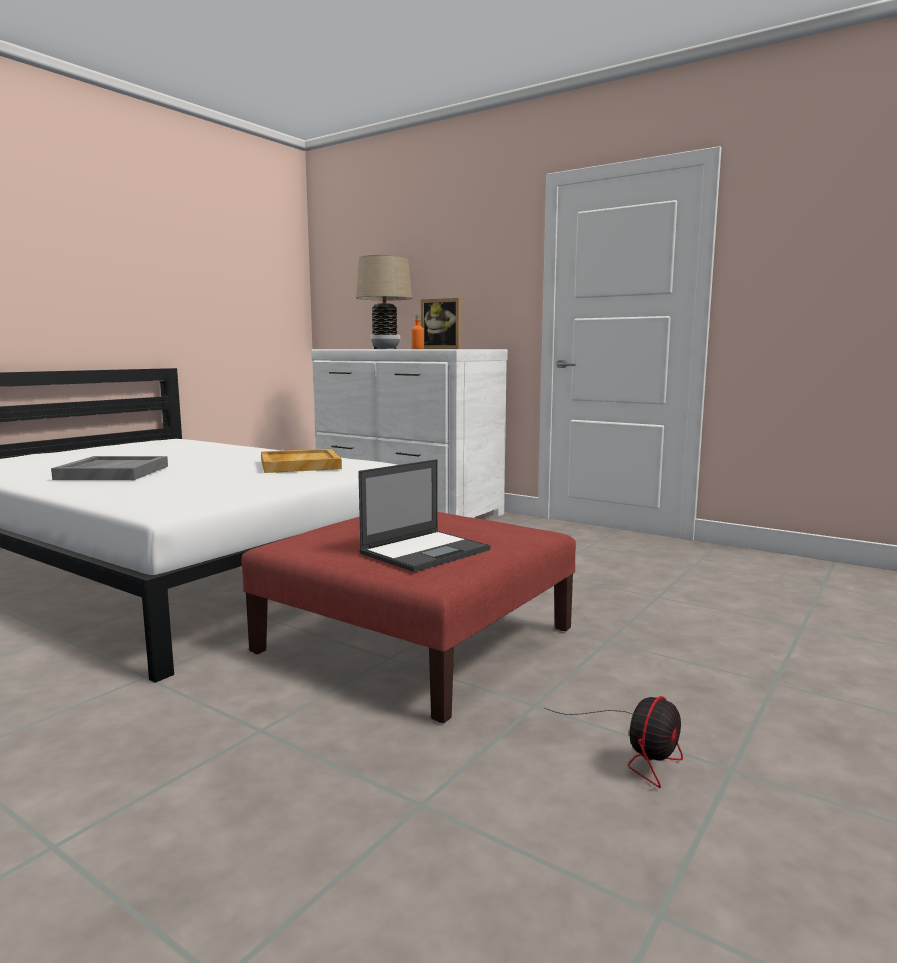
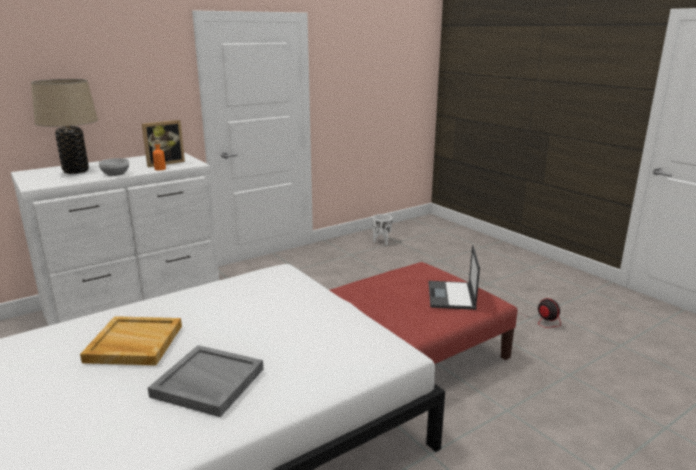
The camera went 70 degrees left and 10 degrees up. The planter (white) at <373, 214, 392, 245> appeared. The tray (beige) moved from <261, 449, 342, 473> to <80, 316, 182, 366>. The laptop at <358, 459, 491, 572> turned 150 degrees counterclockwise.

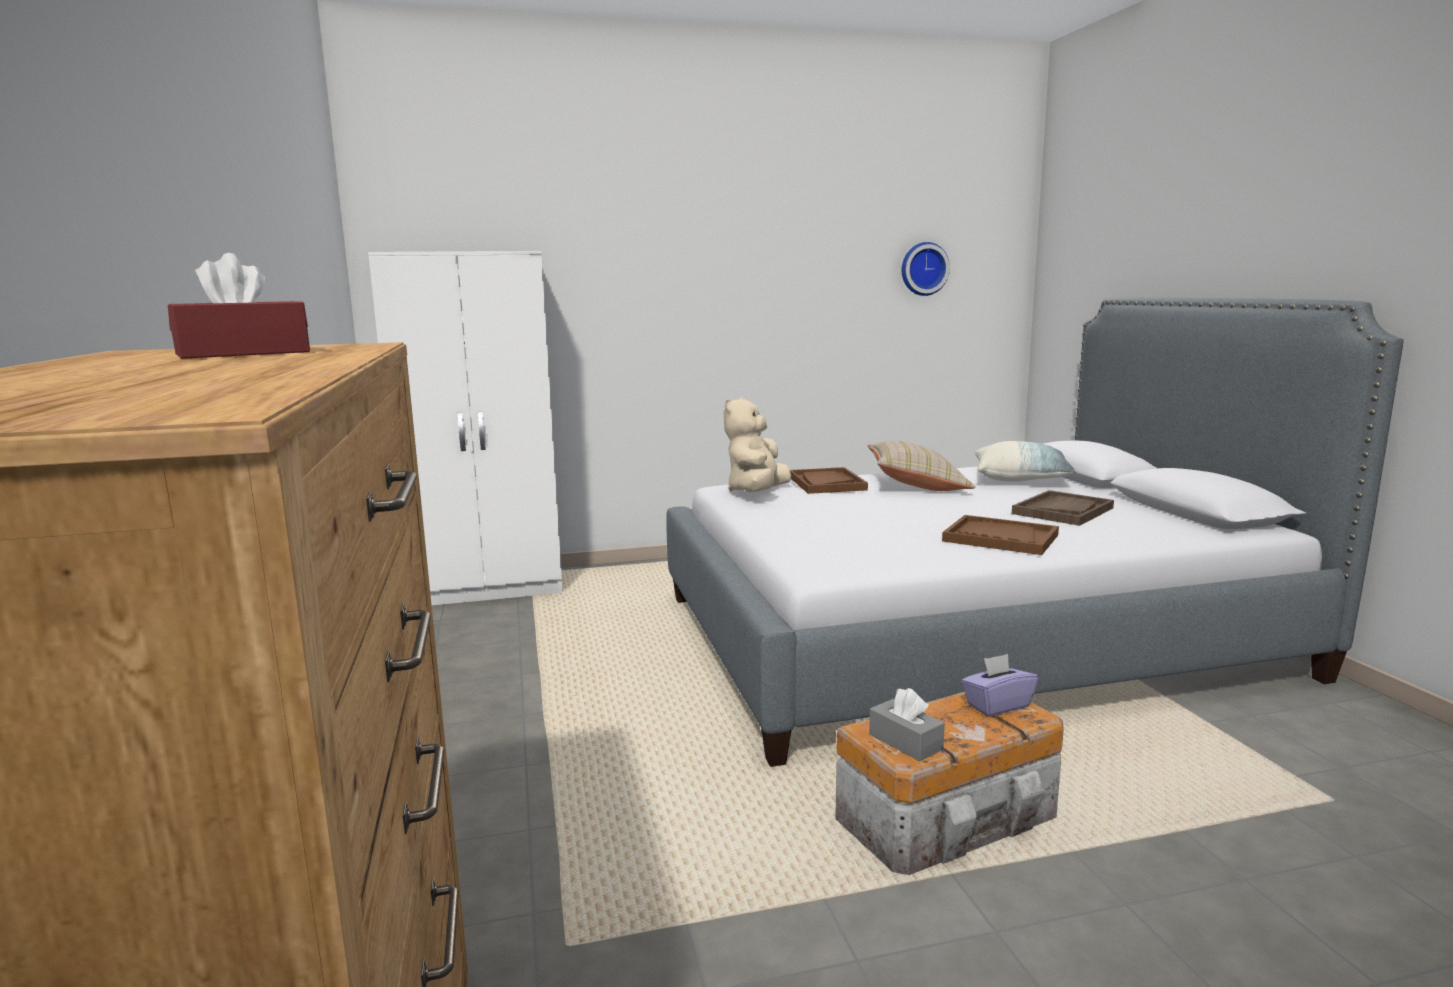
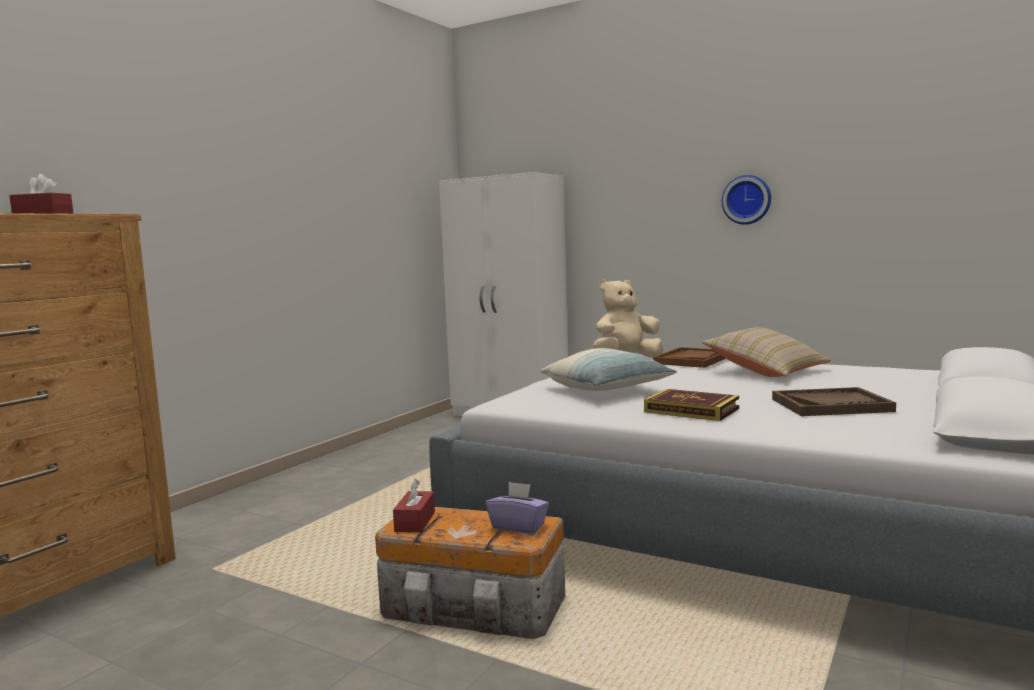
The camera went 45 degrees right and 5 degrees down. The wall clock moved from <902, 242, 950, 296> to <722, 175, 771, 225>. The pillow moved from <975, 441, 1076, 481> to <540, 348, 677, 391>. The tray (brown) at <942, 515, 1059, 555> was replaced by the book at <644, 389, 739, 421>. The tissue box (grey) at <869, 688, 945, 761> became the tissue box (red) at <393, 479, 435, 532>.

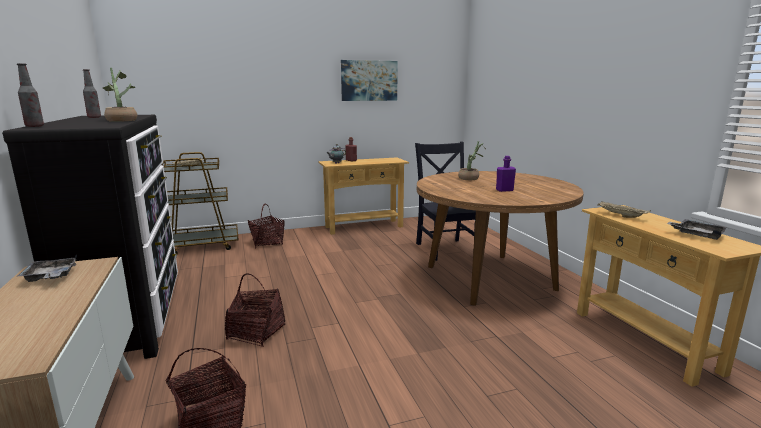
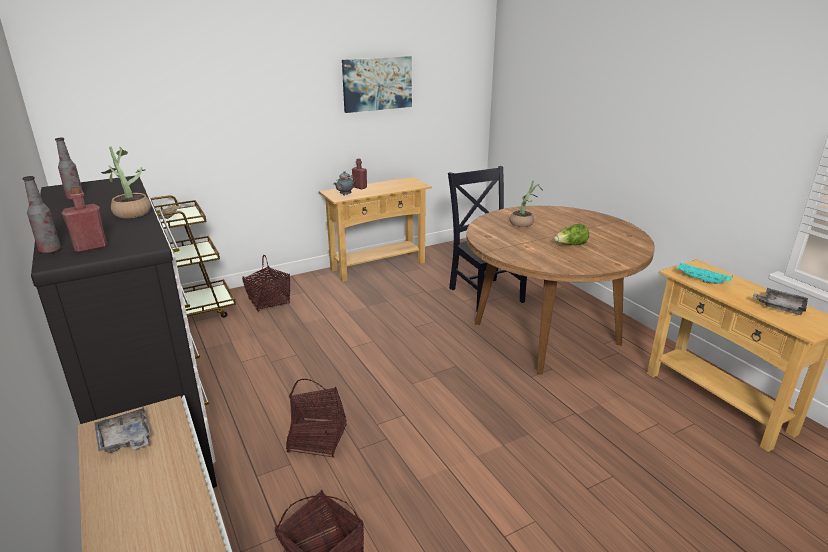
The camera went 10 degrees left and 10 degrees up. The bottle (red) at <62, 186, 107, 253> appeared. The bottle (purple) at <496, 156, 516, 192> was replaced by the lettuce at <554, 224, 589, 245>. The tray (beige) at <598, 202, 651, 218> became the tray (turquoise) at <677, 262, 733, 284>.

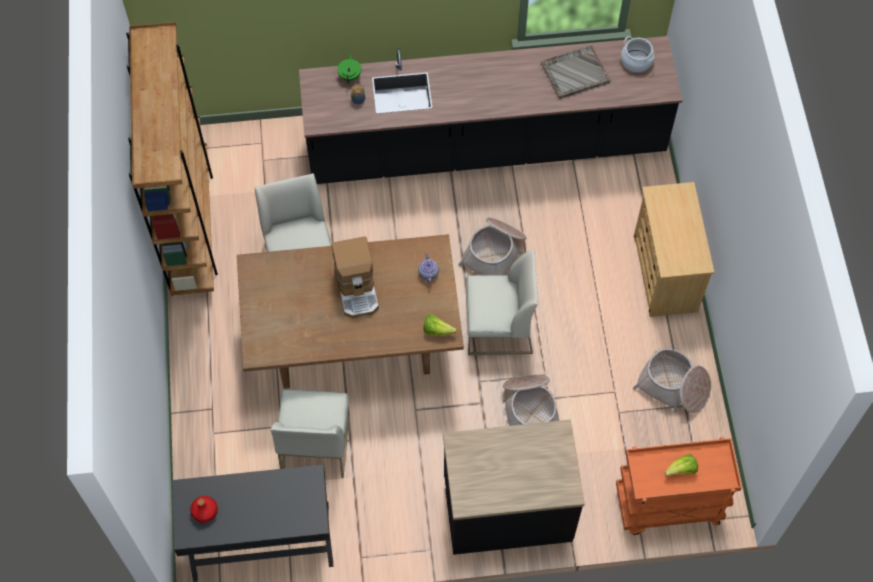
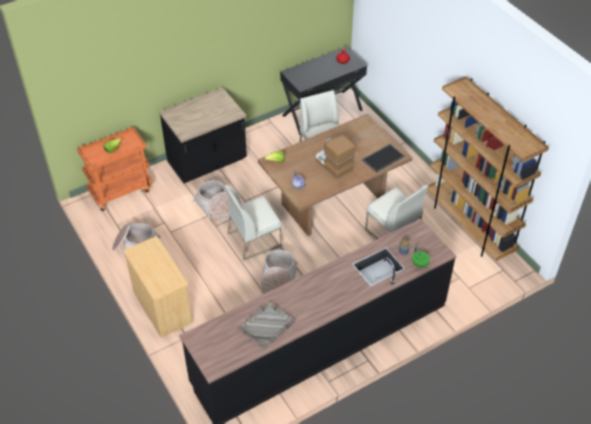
The camera went 155 degrees right and 15 degrees down. The cooking pot at <621, 36, 654, 72> disappeared. The tray at <362, 144, 405, 173> appeared.

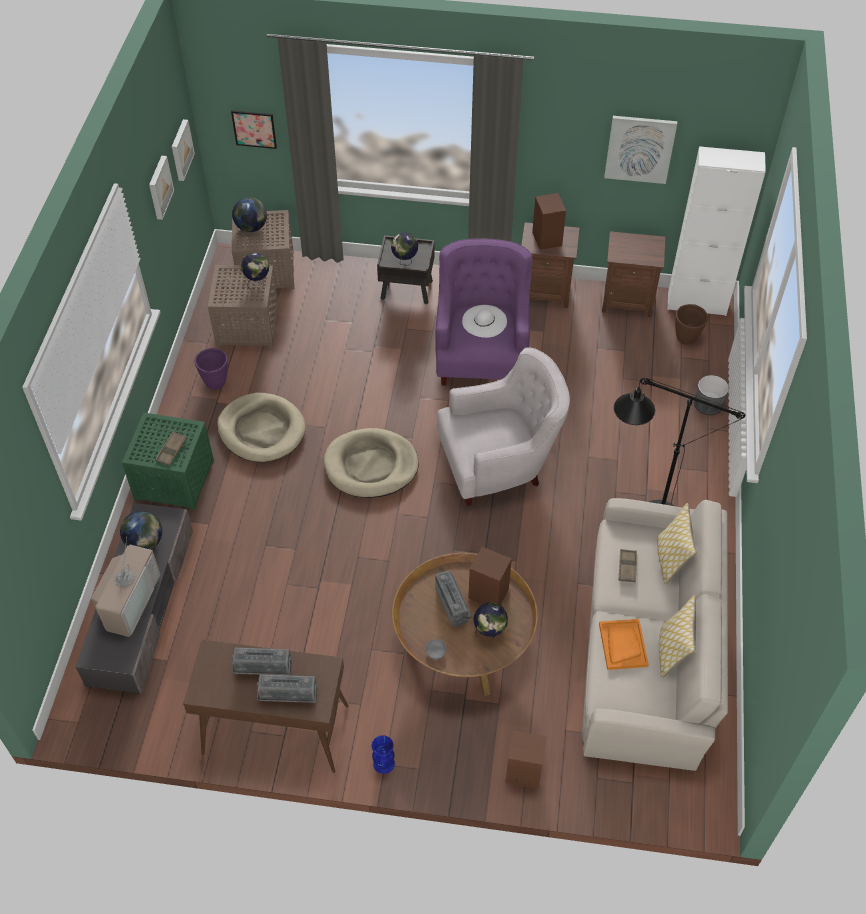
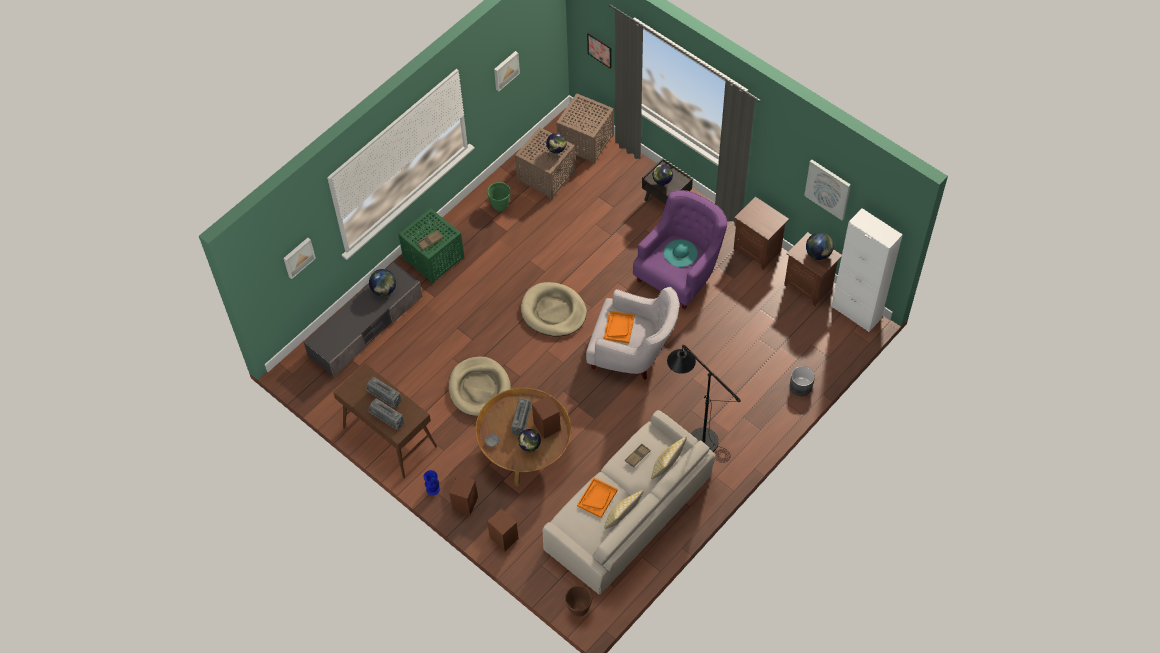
The camera went 35 degrees right and 5 degrees up. The television at <91, 536, 160, 637> disappeared. The tray (orange) at <604, 311, 635, 343> appeared. The picture moved from <172, 119, 195, 181> to <283, 238, 316, 279>. The dog bed (beige) moved from <217, 393, 306, 462> to <449, 356, 511, 416>. The globe moved from <232, 197, 267, 232> to <806, 232, 834, 260>. The speaker (brown) moved from <532, 193, 566, 250> to <449, 475, 478, 515>. The planter (brown) moved from <675, 304, 708, 345> to <565, 585, 592, 616>. The planter (purple) at <195, 348, 228, 390> became the planter (green) at <487, 182, 511, 211>. The hat (white) at <462, 305, 507, 338> became the hat (turquoise) at <664, 239, 698, 267>.

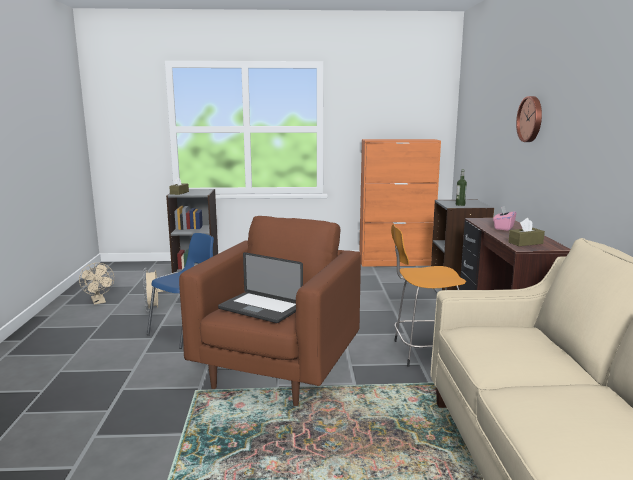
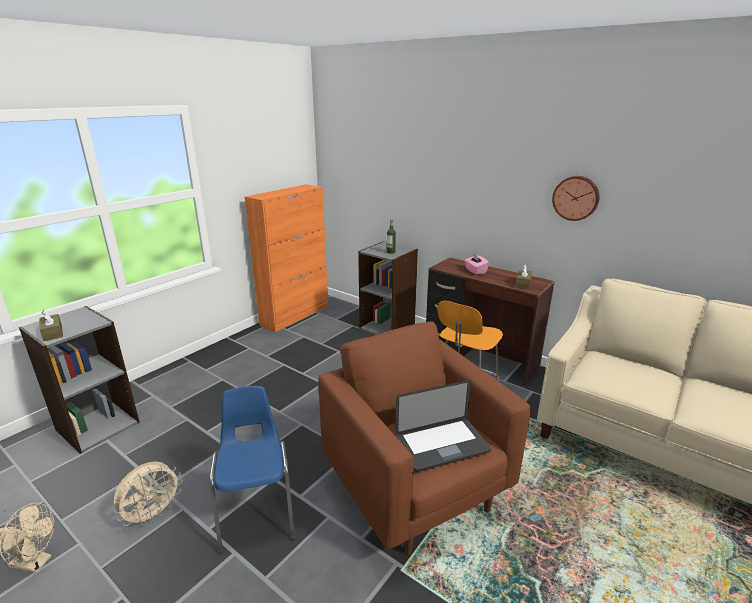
The camera went 50 degrees left and 10 degrees up. The wall clock moved from <516, 96, 542, 142> to <552, 176, 600, 221>. The fan (beige) at <143, 268, 164, 311> turned 75 degrees counterclockwise.

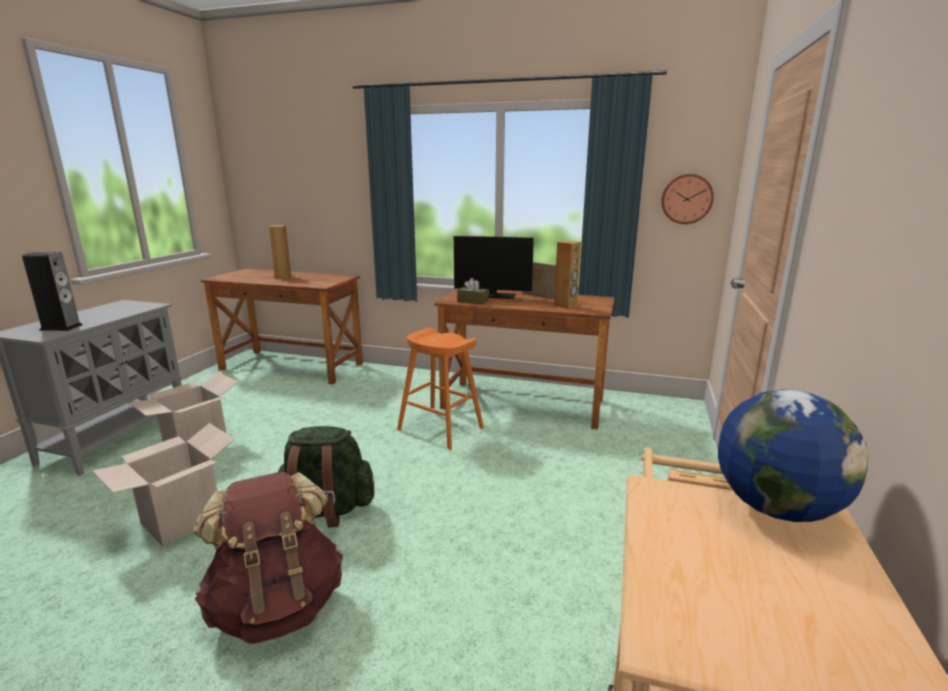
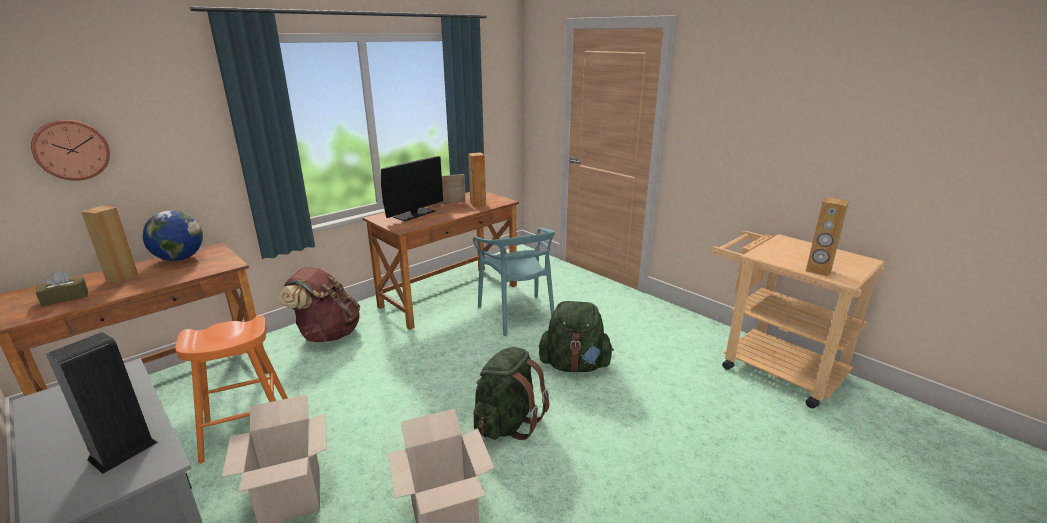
The camera went 60 degrees left and 5 degrees up. The chair (turquoise) at <473, 228, 555, 336> appeared. The backpack (green) at <539, 301, 614, 373> appeared. The speaker (brown) at <806, 197, 849, 276> appeared. The backpack (brown) moved from <194, 472, 343, 644> to <279, 267, 360, 342>. The stool (orange) moved from <397, 328, 484, 450> to <175, 315, 288, 464>. The tissue box (brown) moved from <457, 278, 489, 304> to <36, 271, 88, 306>. The wall clock moved from <661, 174, 714, 224> to <31, 120, 110, 181>. The globe moved from <718, 389, 869, 522> to <143, 211, 203, 261>.

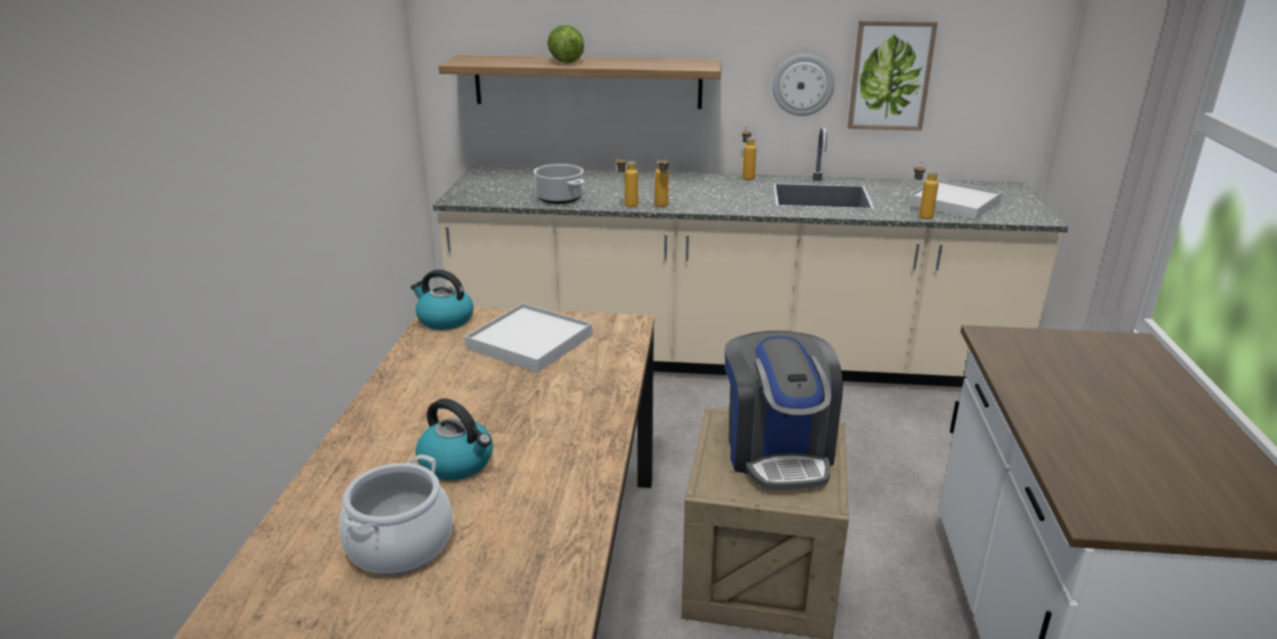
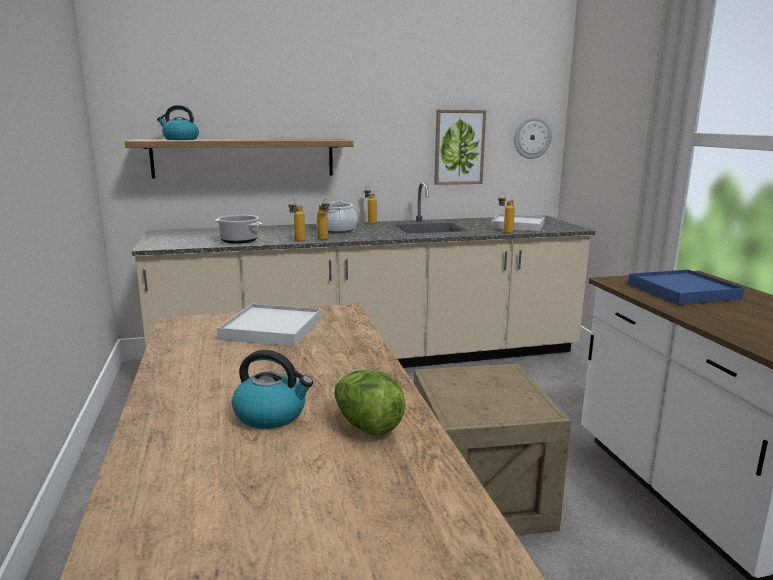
The camera went 20 degrees left and 10 degrees down. The coffee machine at <725, 331, 843, 490> disappeared. The tray (blue) at <628, 270, 745, 305> appeared. The cooking pot moved from <339, 455, 453, 575> to <316, 201, 357, 233>. The kettle moved from <411, 270, 474, 330> to <157, 105, 199, 140>. The lettuce moved from <547, 25, 584, 63> to <334, 370, 405, 436>. The wall clock moved from <772, 54, 835, 116> to <514, 116, 552, 159>.

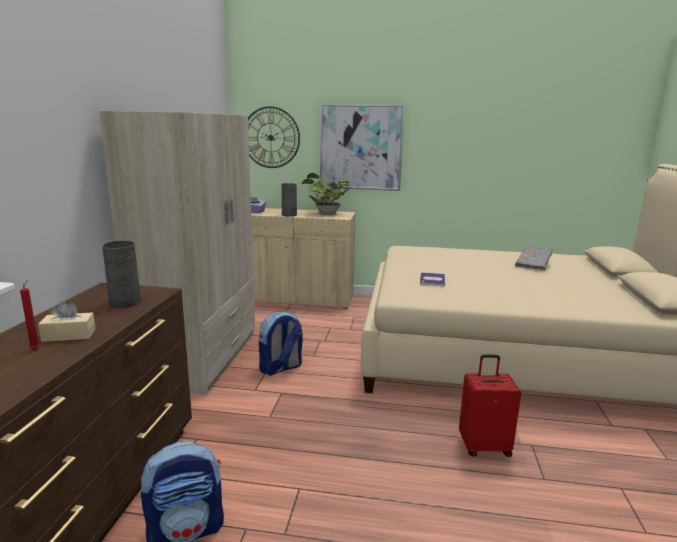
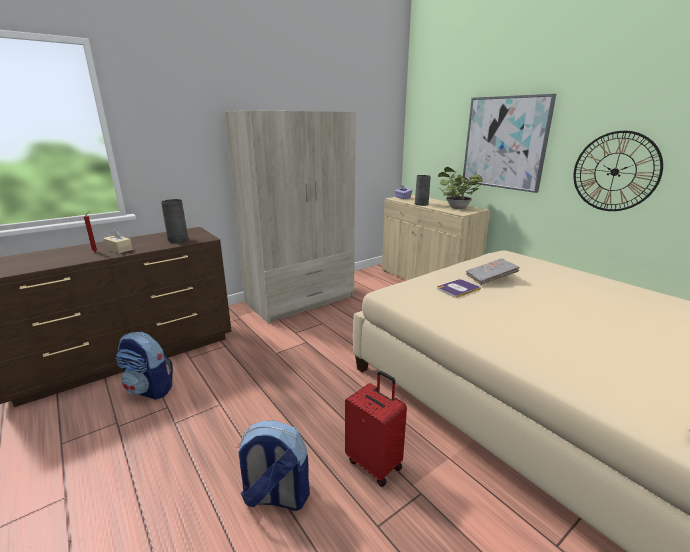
The camera went 45 degrees right and 5 degrees up. The wall clock moved from <248, 106, 300, 168> to <573, 131, 663, 211>. The backpack moved from <259, 312, 303, 375> to <237, 421, 310, 511>. The book (grey) moved from <515, 247, 553, 270> to <466, 259, 520, 285>.

